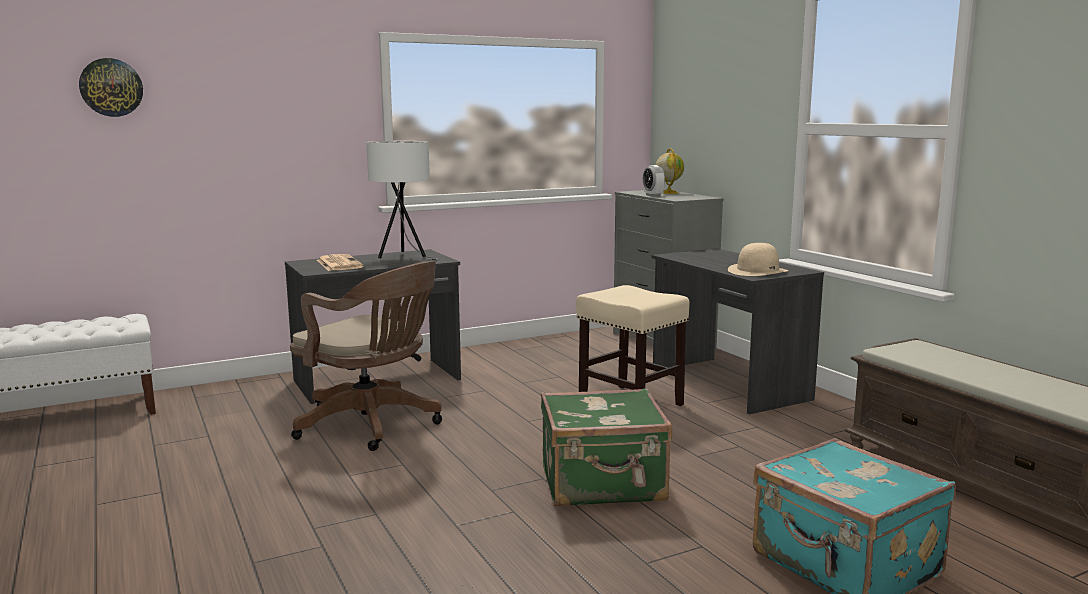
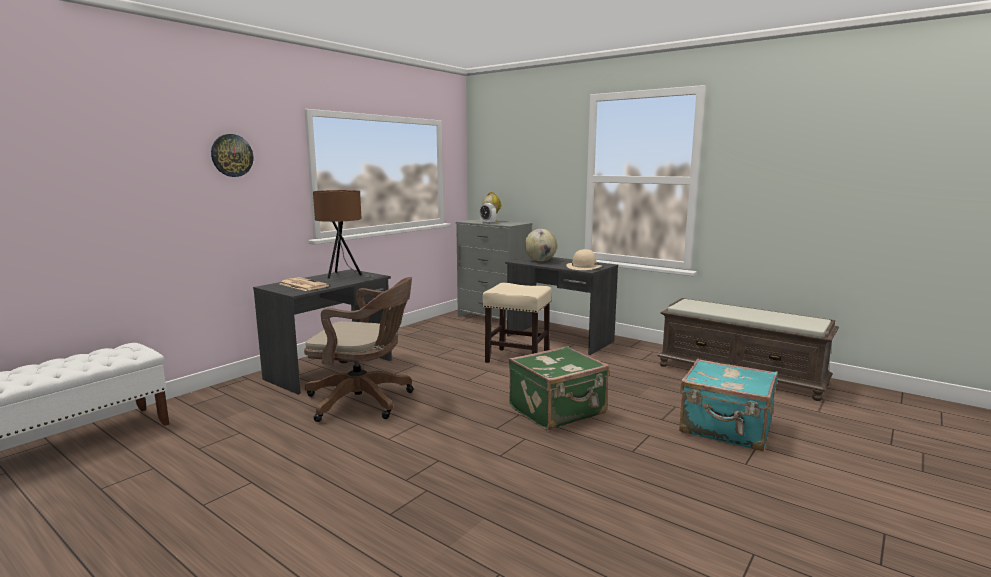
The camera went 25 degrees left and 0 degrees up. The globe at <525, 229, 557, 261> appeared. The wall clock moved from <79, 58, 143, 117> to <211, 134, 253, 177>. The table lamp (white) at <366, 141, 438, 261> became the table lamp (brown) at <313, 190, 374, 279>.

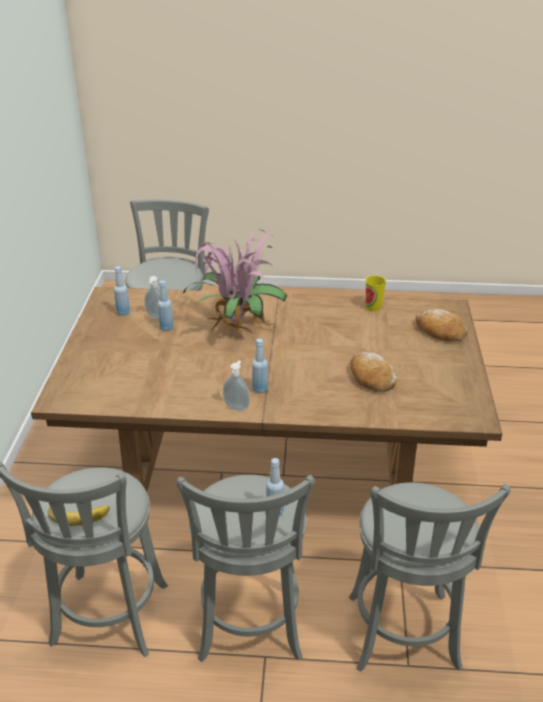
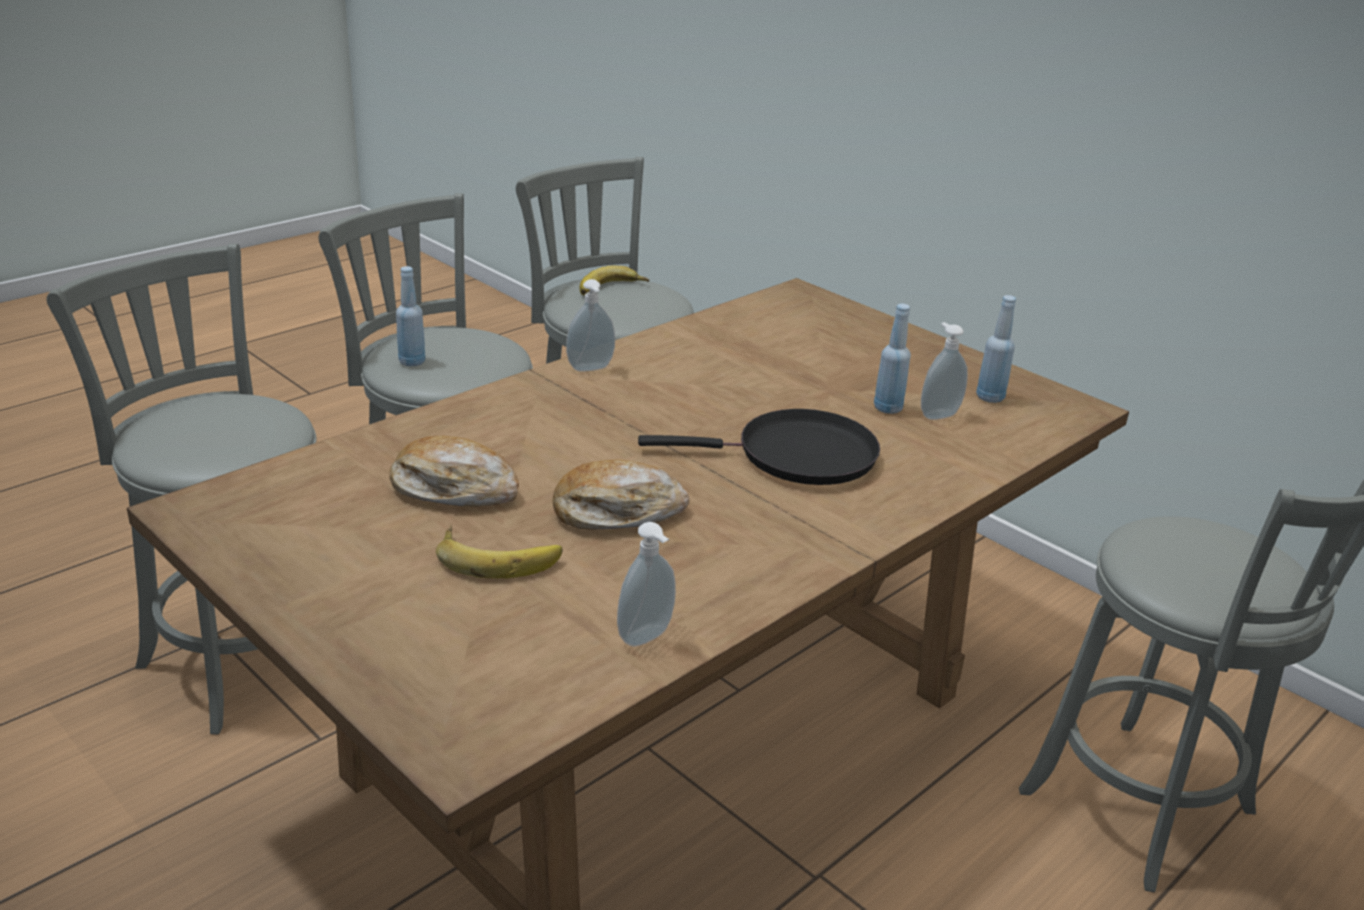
The camera went 130 degrees right and 5 degrees down. The bottle (blue) at <252, 338, 268, 393> disappeared. The banana at <436, 525, 562, 579> appeared. The bread moved from <416, 309, 467, 341> to <552, 459, 690, 530>. The potted plant at <183, 230, 288, 335> was replaced by the frying pan (black) at <638, 409, 880, 485>. The cup at <366, 276, 386, 312> was replaced by the soap dispenser at <617, 522, 676, 646>.

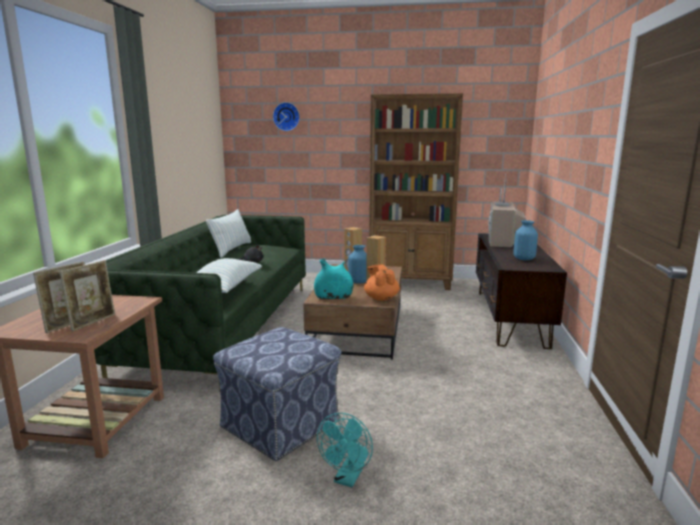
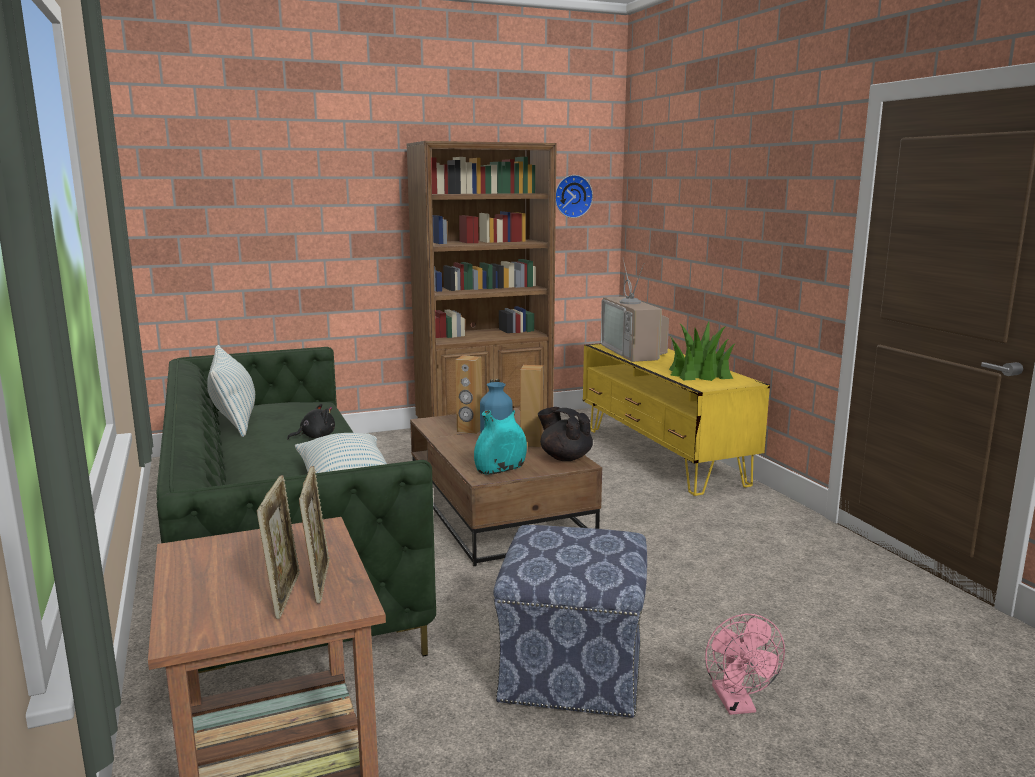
The camera went 30 degrees left and 0 degrees up. The wall clock moved from <273, 102, 300, 131> to <556, 175, 593, 218>. The vase (blue) at <513, 220, 538, 260> was replaced by the potted plant at <669, 322, 736, 381>. The fan (turquoise) at <317, 413, 373, 487> became the fan (pink) at <705, 614, 785, 715>. The teapot (orange) at <364, 264, 400, 301> became the teapot (black) at <538, 407, 593, 461>. The tv stand (brown) at <476, 233, 567, 349> became the tv stand (yellow) at <583, 343, 770, 496>.

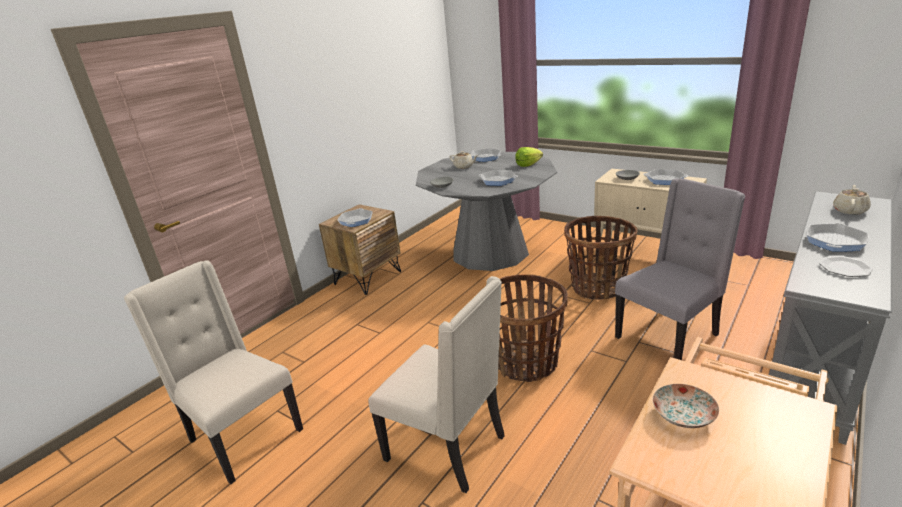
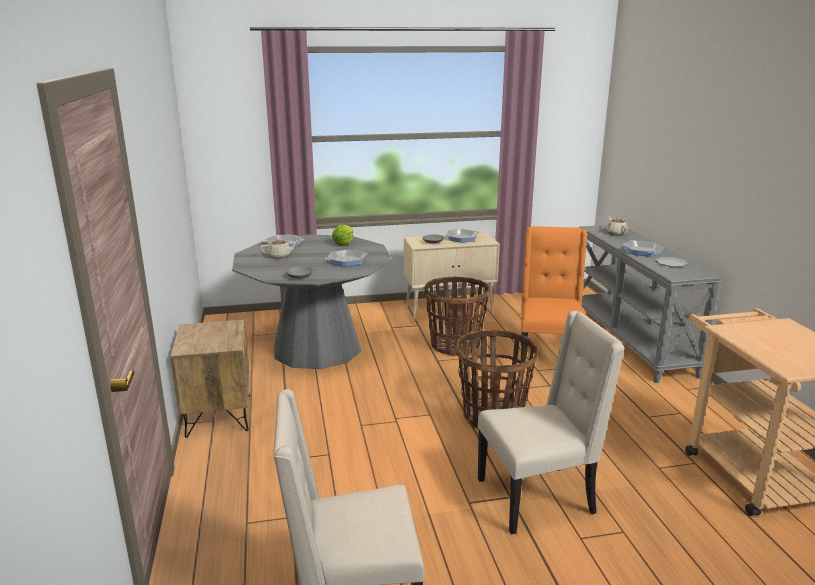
The camera went 50 degrees left and 5 degrees down. The frying pan at <338, 208, 373, 227> disappeared. The plate at <653, 384, 719, 428> disappeared. The chair (grey) at <615, 178, 745, 360> became the chair (orange) at <521, 226, 588, 371>.

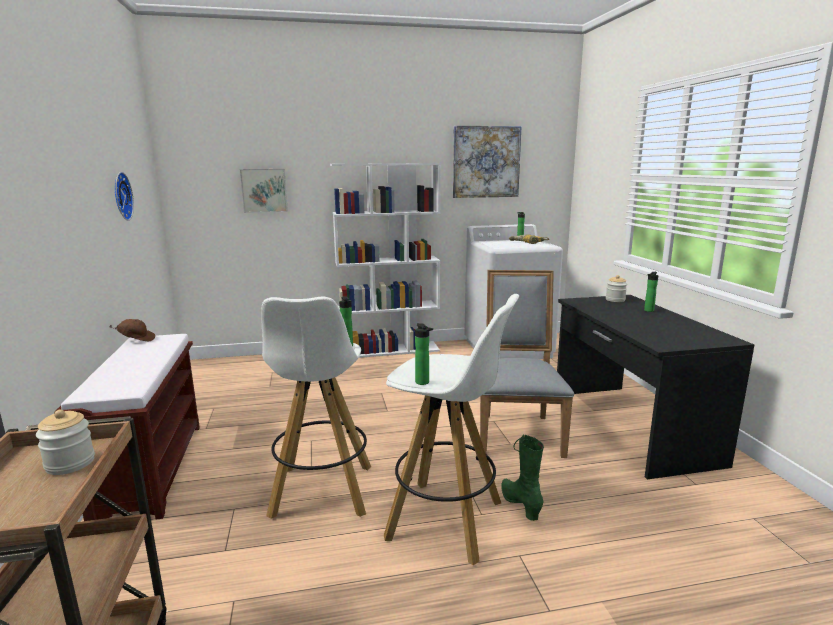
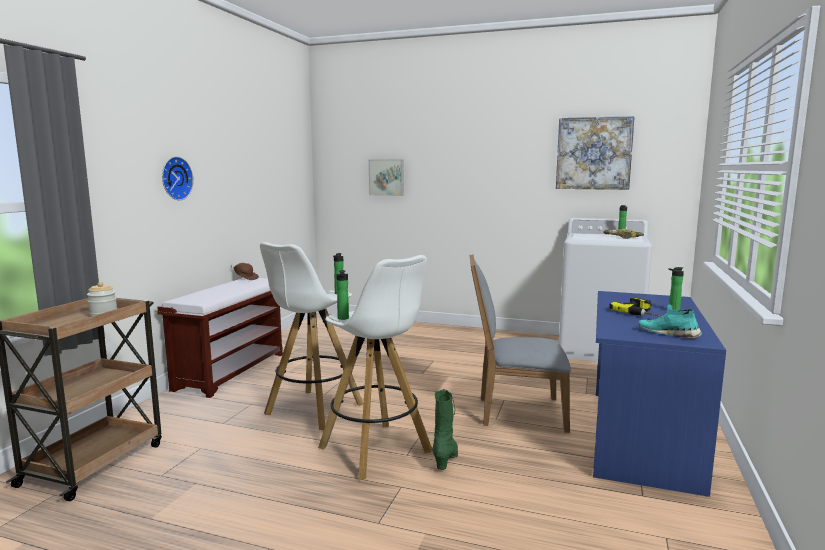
The camera went 30 degrees right and 5 degrees down. The bookcase (white) at <330, 163, 441, 358> disappeared. The jar at <606, 275, 627, 302> disappeared. The power drill at <609, 298, 661, 317> appeared. The shoe (turquoise) at <638, 305, 702, 338> appeared. The wall clock moved from <115, 172, 134, 221> to <162, 156, 193, 200>. The desk (black) at <557, 295, 754, 479> became the desk (blue) at <593, 291, 726, 497>. The chair (grey) at <480, 270, 574, 458> turned 120 degrees counterclockwise.

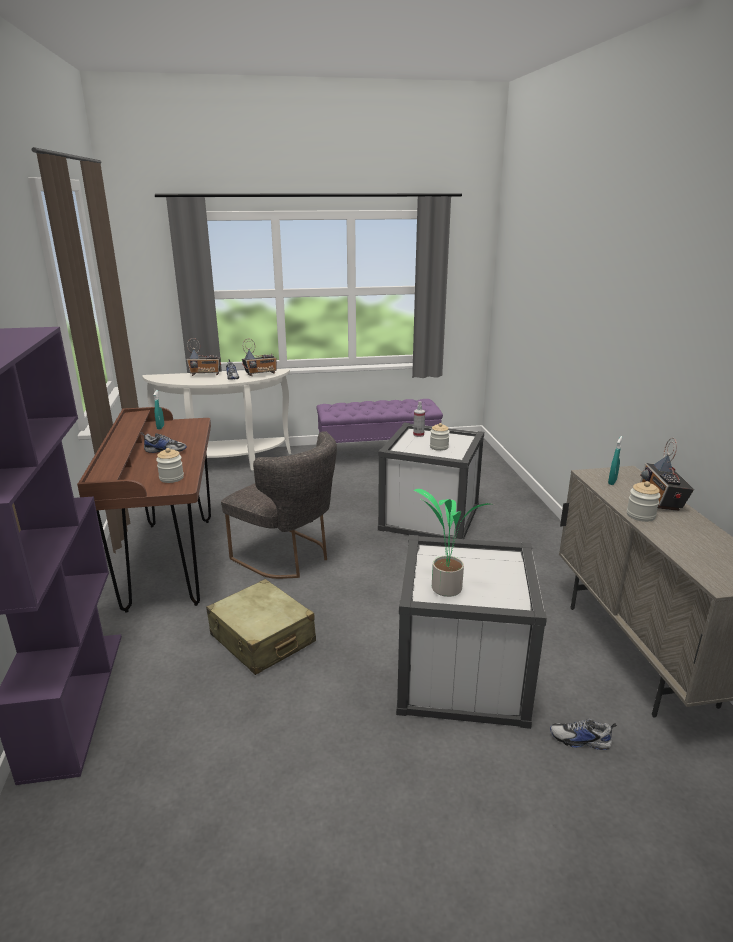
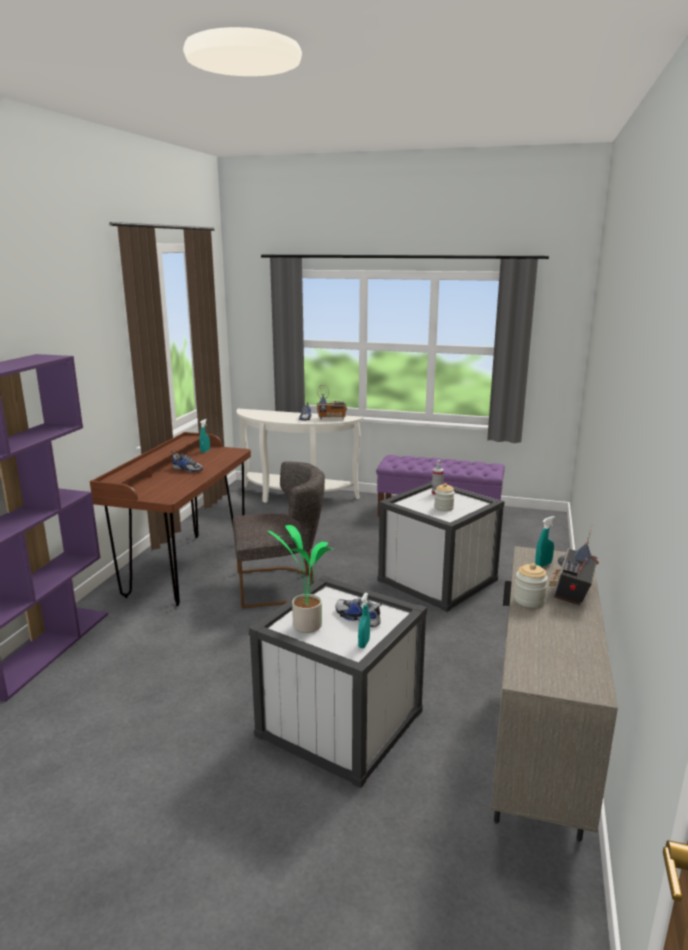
The camera went 25 degrees right and 5 degrees down. The jar at <156, 448, 184, 483> disappeared. The radio at <187, 338, 221, 376> disappeared. The suitcase (beige) at <206, 579, 316, 675> disappeared. The spray bottle (turquoise) at <358, 593, 370, 648> appeared. The shoe moved from <550, 719, 617, 750> to <335, 598, 382, 627>. The chair (grey) at <221, 431, 337, 579> turned 75 degrees counterclockwise.

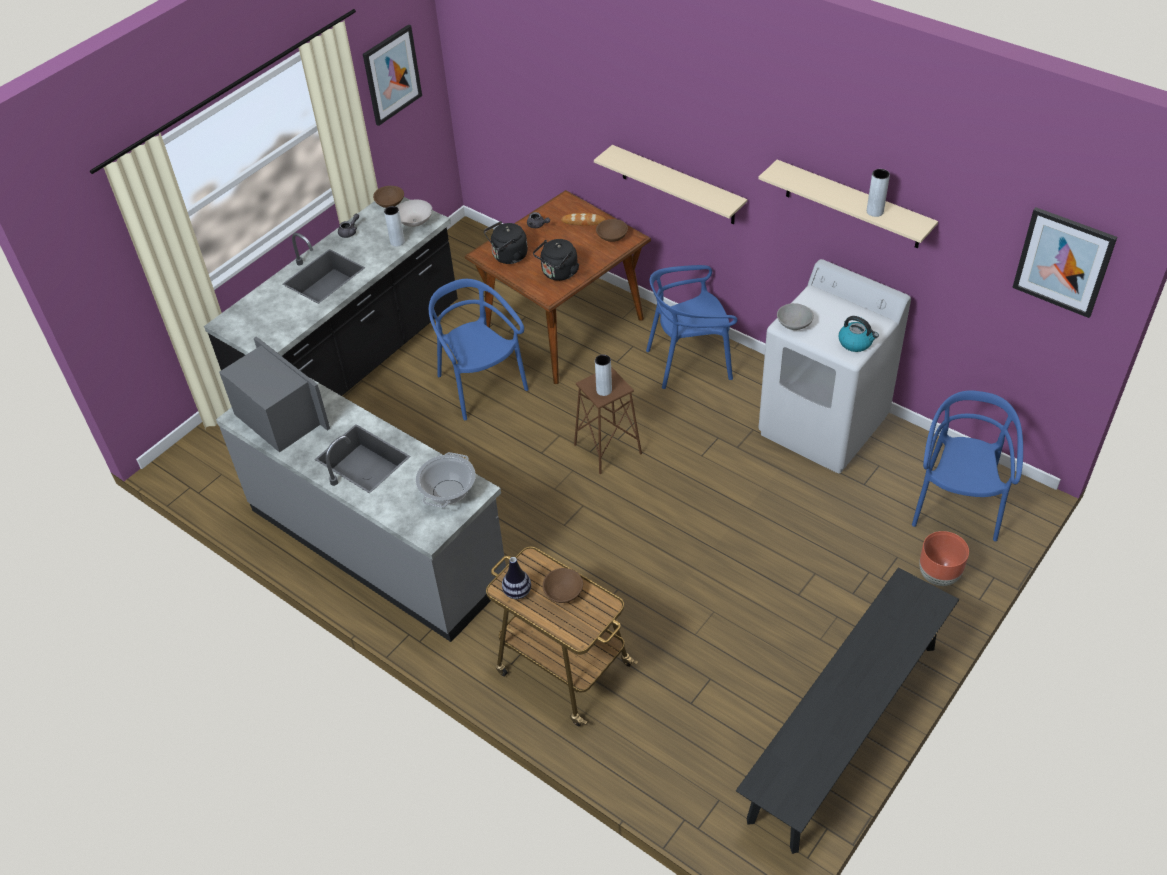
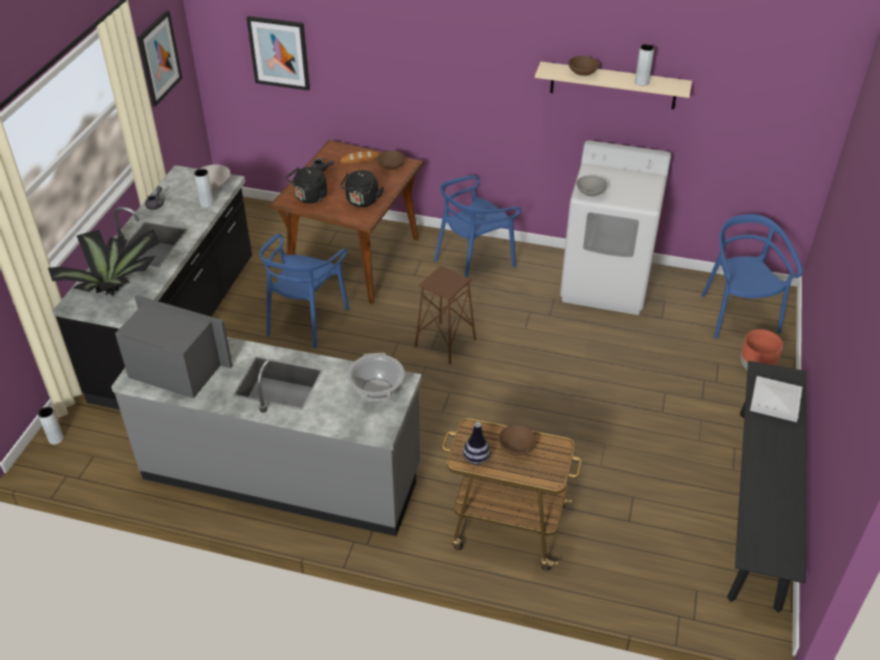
The camera went 25 degrees left and 5 degrees down. The shelf (beige) at <594, 145, 747, 224> disappeared. The kettle at <839, 316, 879, 352> disappeared. The potted plant at <48, 229, 160, 296> appeared. The tray (white) at <750, 376, 802, 422> appeared. The bowl (brown) moved from <373, 186, 404, 208> to <568, 56, 600, 76>. The vase (grey) moved from <595, 355, 612, 396> to <38, 407, 64, 444>. The picture moved from <1012, 207, 1117, 318> to <246, 16, 310, 91>. The chair (blue) at <429, 279, 529, 420> turned 105 degrees counterclockwise.

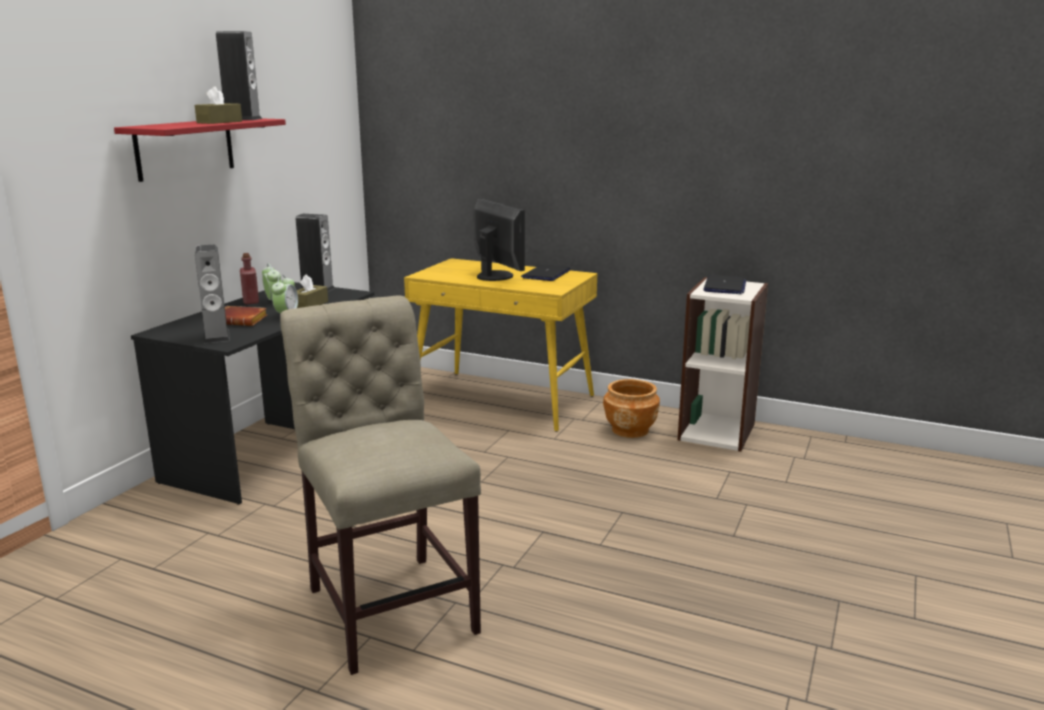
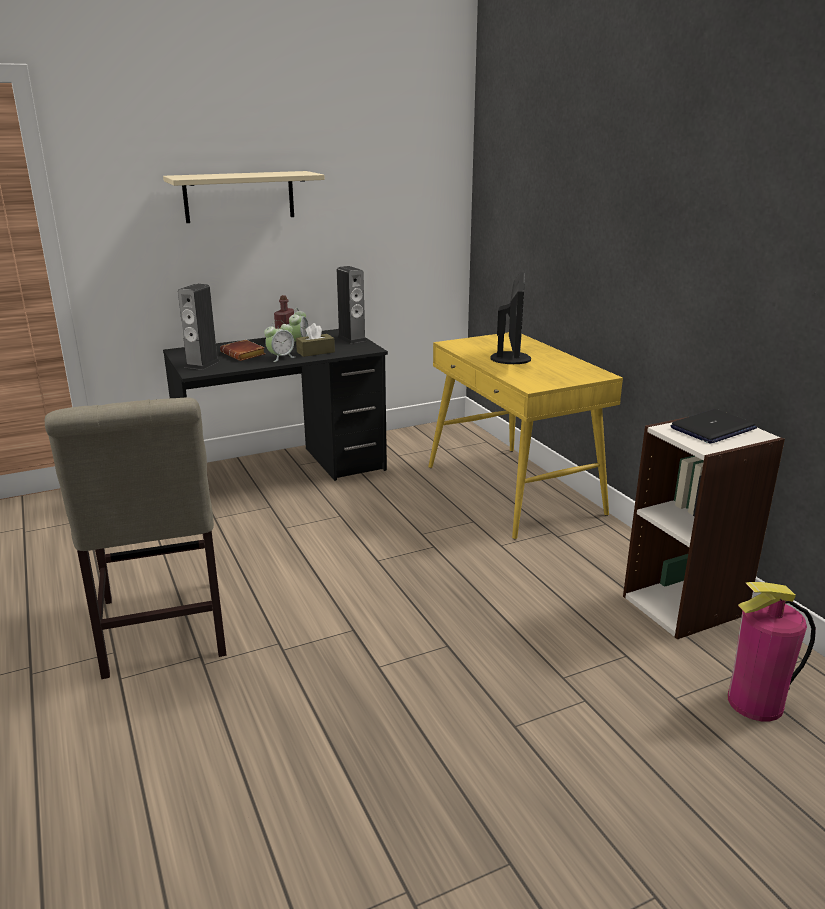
The camera went 40 degrees right and 5 degrees up. The tissue box (brown) at <195, 87, 242, 124> disappeared. The speaker at <216, 31, 262, 120> disappeared. The laptop at <521, 265, 571, 281> disappeared. The planter (brown) at <603, 379, 660, 438> disappeared. The fire extinguisher at <728, 582, 816, 721> appeared. The shelf (red) at <114, 118, 286, 182> became the shelf (beige) at <163, 171, 325, 223>. The chair (beige) at <280, 296, 481, 675> turned 150 degrees clockwise.

